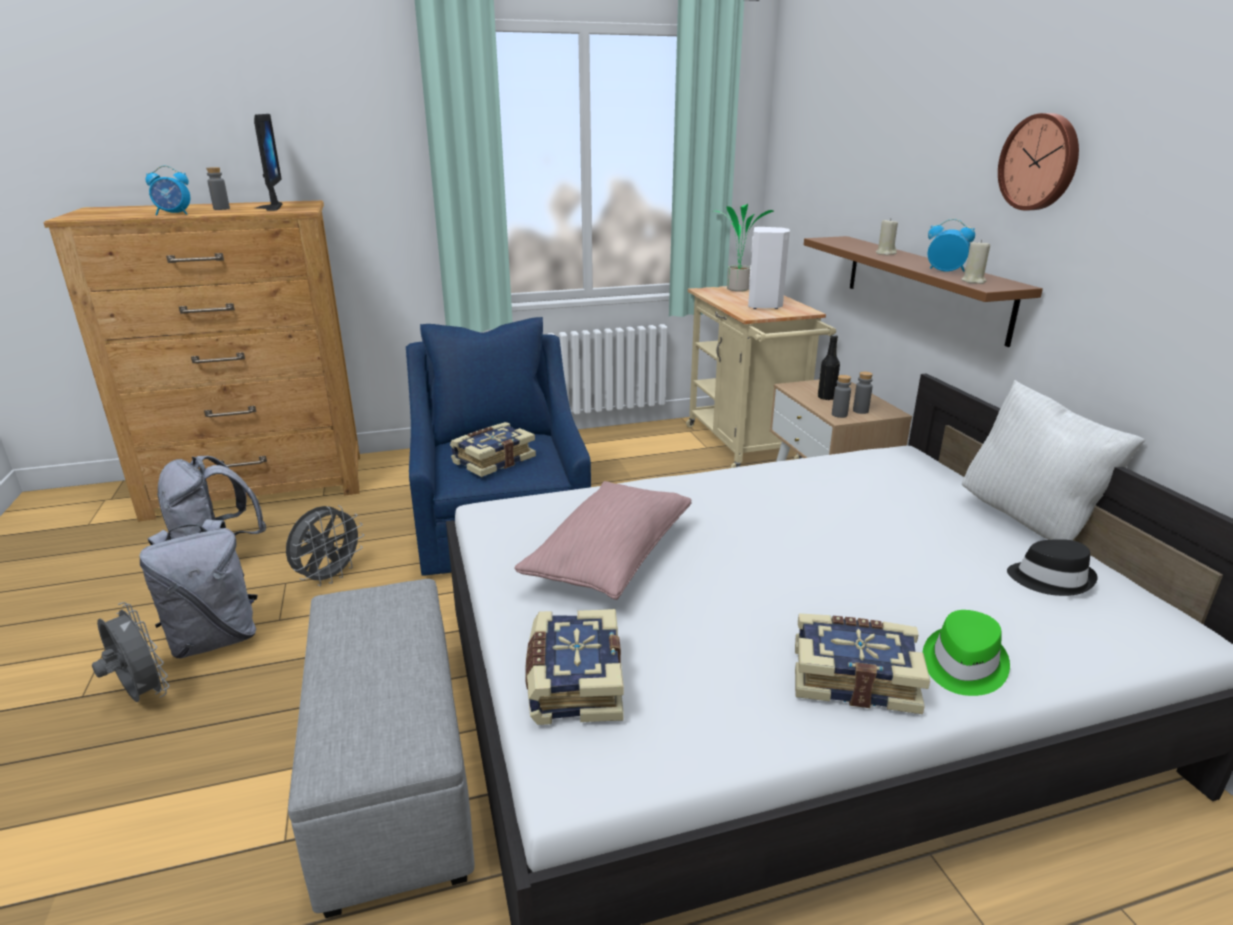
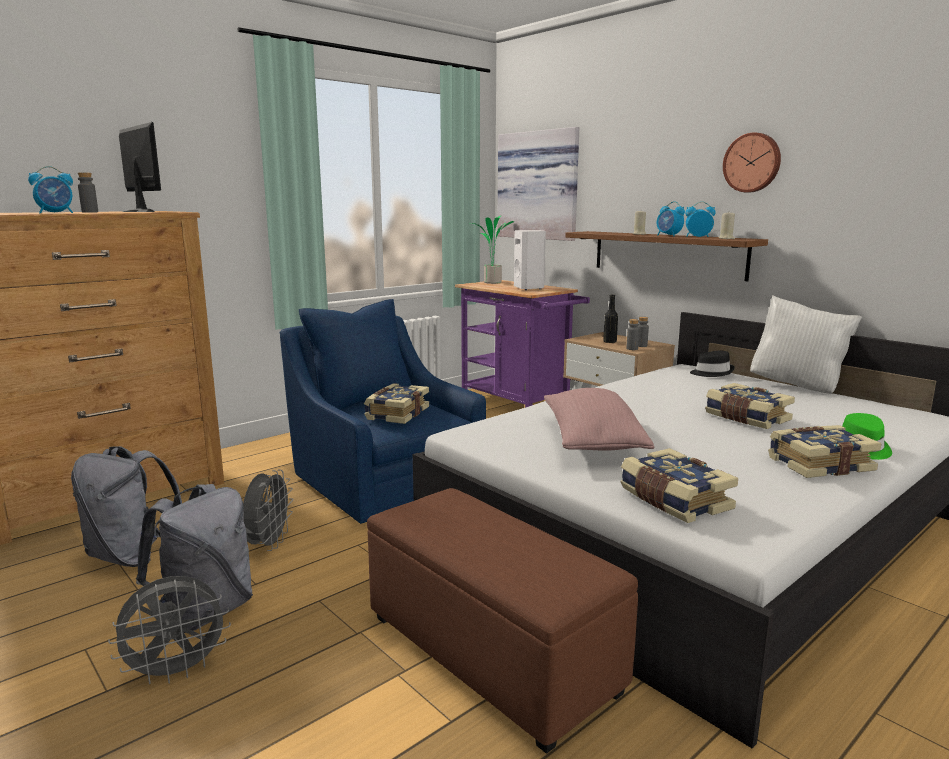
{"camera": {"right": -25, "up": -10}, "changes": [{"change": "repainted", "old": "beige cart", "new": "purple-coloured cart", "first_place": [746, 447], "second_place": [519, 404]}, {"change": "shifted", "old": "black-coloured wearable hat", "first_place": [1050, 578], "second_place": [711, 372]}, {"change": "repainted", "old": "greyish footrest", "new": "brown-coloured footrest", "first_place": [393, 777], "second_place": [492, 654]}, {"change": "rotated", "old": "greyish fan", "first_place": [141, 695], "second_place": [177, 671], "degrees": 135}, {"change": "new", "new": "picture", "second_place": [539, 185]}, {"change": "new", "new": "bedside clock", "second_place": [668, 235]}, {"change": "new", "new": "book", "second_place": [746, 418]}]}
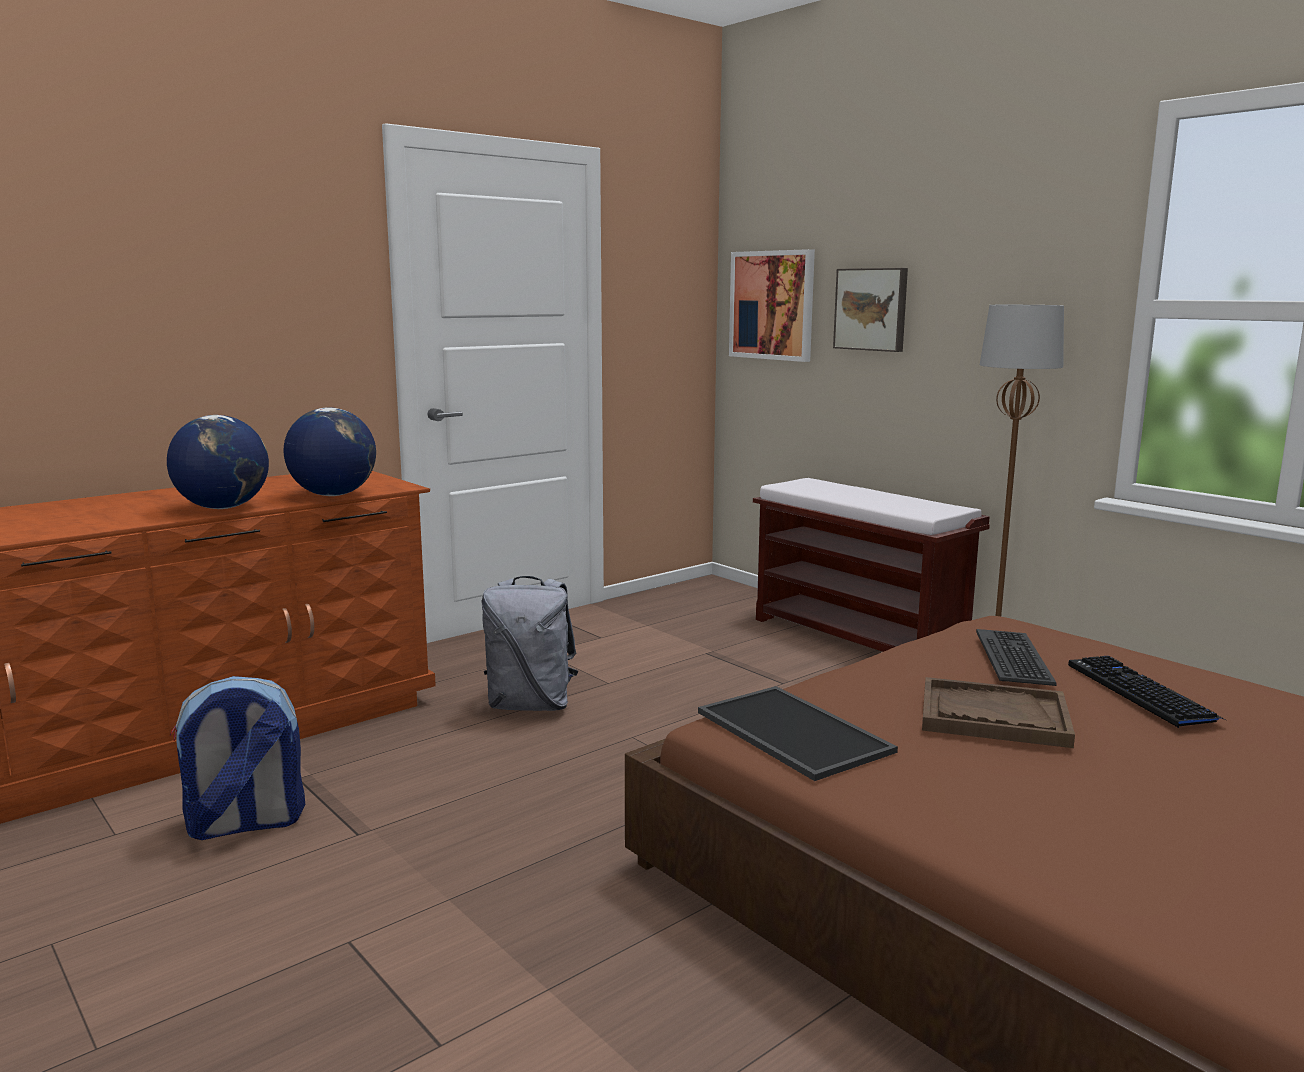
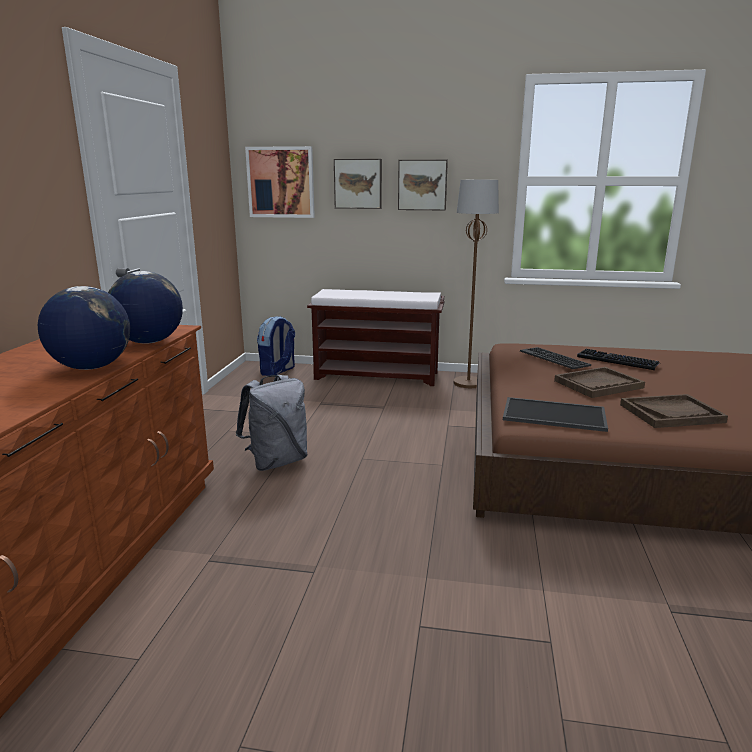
{"camera": {"right": -40, "up": 5}, "changes": [{"change": "shifted", "old": "rucksack", "first_place": [244, 824], "second_place": [278, 371]}, {"change": "new", "new": "picture", "second_place": [422, 185]}, {"change": "new", "new": "brown-coloured serving tray", "second_place": [671, 413]}]}
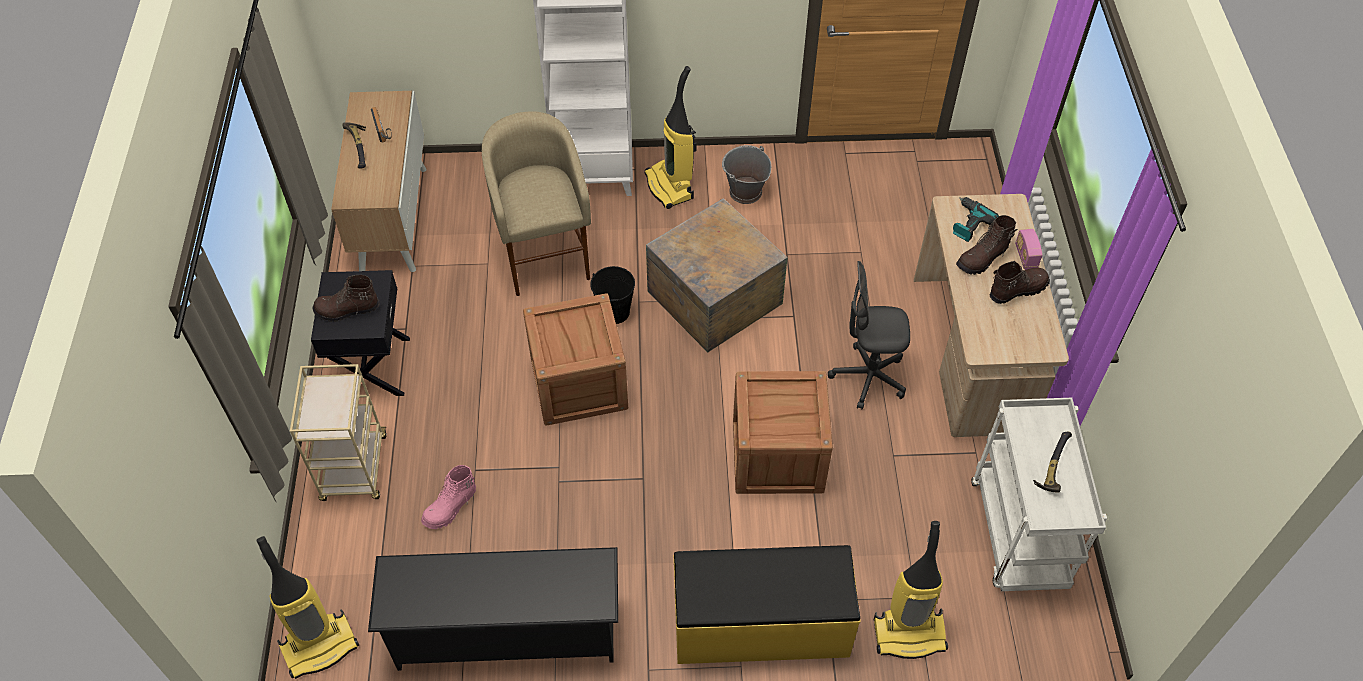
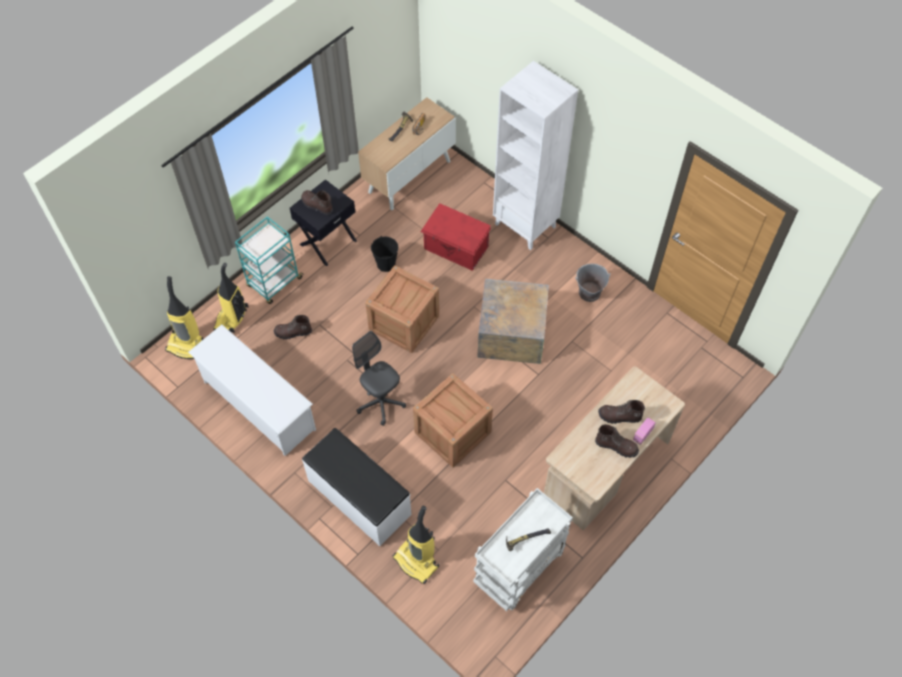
{"camera": {"right": 45, "up": 5}, "changes": [{"change": "shifted", "old": "vacuum", "first_place": [670, 186], "second_place": [232, 319]}, {"change": "swapped", "old": "beige stool", "new": "red-coloured storage box", "first_place": [544, 256], "second_place": [456, 248]}, {"change": "gone", "old": "electric drill", "first_place": [968, 223]}, {"change": "shifted", "old": "greyish desk chair", "first_place": [868, 377], "second_place": [380, 402]}, {"change": "shifted", "old": "black-coloured pail", "first_place": [614, 311], "second_place": [386, 264]}, {"change": "repainted", "old": "beige cart", "new": "blue-green cart", "first_place": [355, 469], "second_place": [274, 283]}, {"change": "repainted", "old": "pinkish tall boot", "new": "brown-coloured tall boot", "first_place": [451, 507], "second_place": [293, 333]}, {"change": "repainted", "old": "yellow-coloured indoor bench", "new": "white-coloured indoor bench", "first_place": [761, 626], "second_place": [358, 498]}, {"change": "repainted", "old": "black-coloured shoe shelf", "new": "white-coloured shoe shelf", "first_place": [507, 632], "second_place": [258, 405]}]}
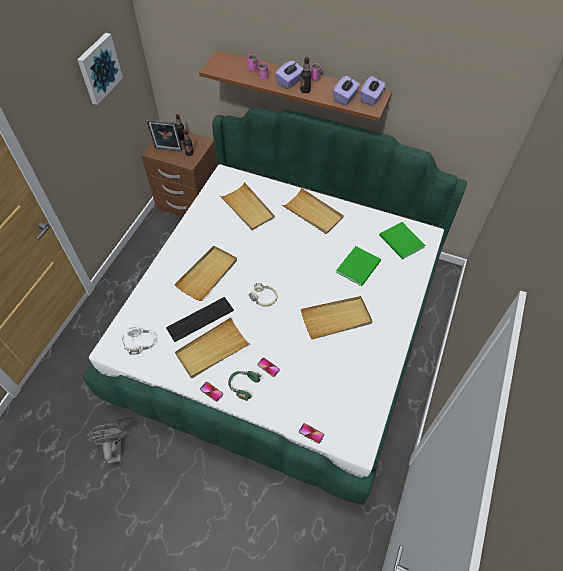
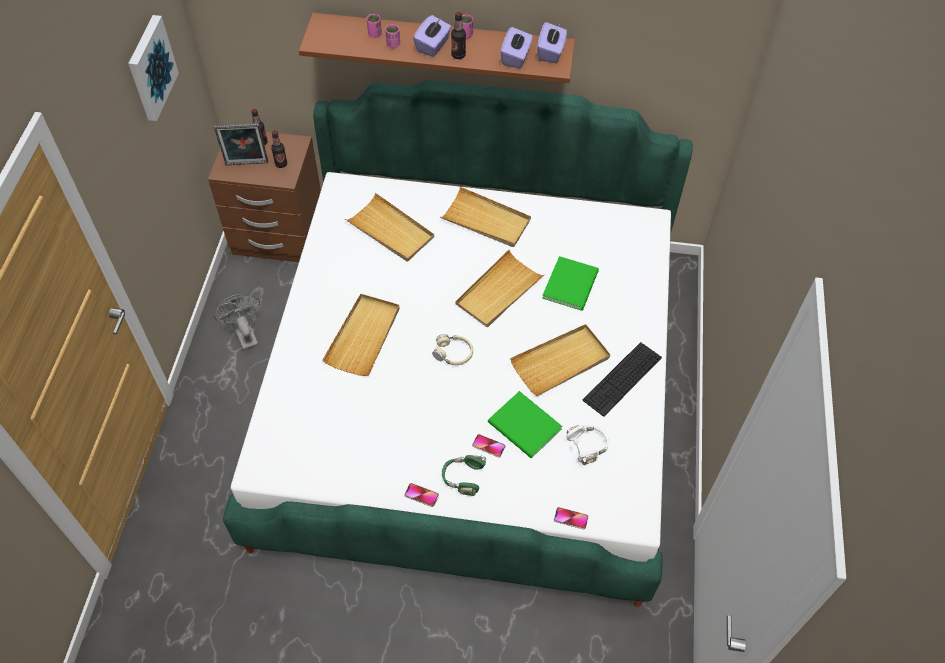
{"camera": {"right": -15, "up": 0}, "changes": [{"change": "shifted", "old": "greenish book", "first_place": [401, 242], "second_place": [525, 428]}, {"change": "shifted", "old": "PC keyboard", "first_place": [200, 319], "second_place": [622, 378]}, {"change": "shifted", "old": "beige serving tray", "first_place": [212, 349], "second_place": [498, 291]}, {"change": "shifted", "old": "white-coloured headphones", "first_place": [141, 343], "second_place": [587, 446]}, {"change": "shifted", "old": "greyish fan", "first_place": [114, 448], "second_place": [245, 335]}]}
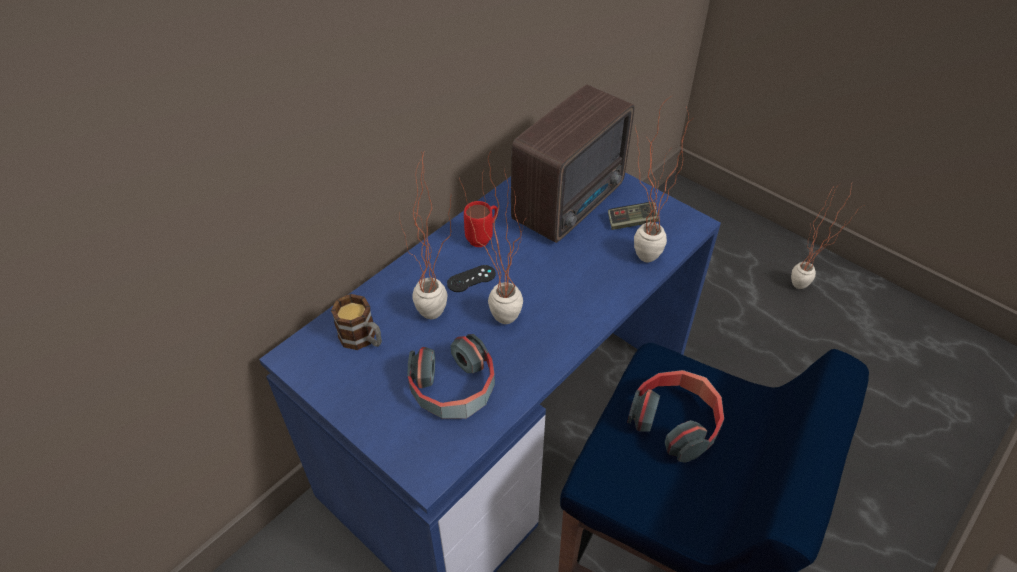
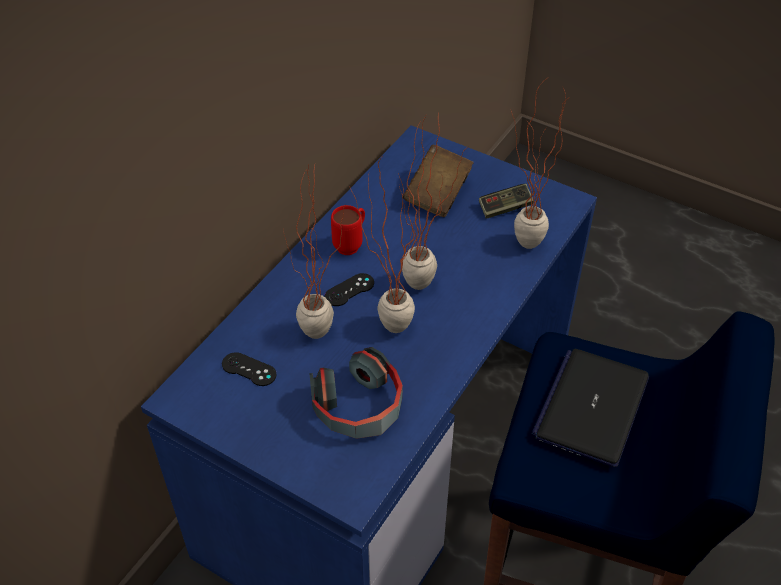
{"camera": {"right": -10, "up": 0}, "changes": [{"change": "swapped", "old": "radio", "new": "brown-coloured book", "first_place": [572, 202], "second_place": [437, 194]}, {"change": "shifted", "old": "houseplant", "first_place": [804, 289], "second_place": [427, 289]}, {"change": "swapped", "old": "coffee mug", "new": "black-coloured joypad", "first_place": [363, 339], "second_place": [249, 369]}, {"change": "swapped", "old": "headphones", "new": "portable computer", "first_place": [676, 421], "second_place": [591, 407]}]}
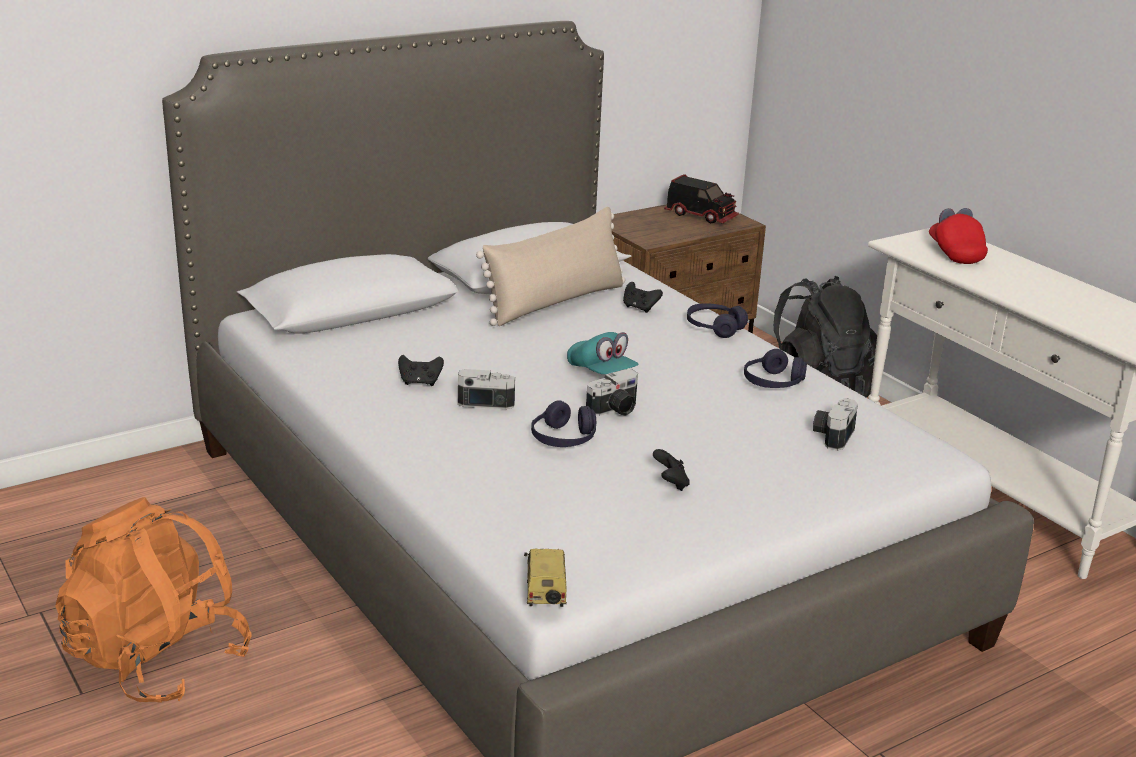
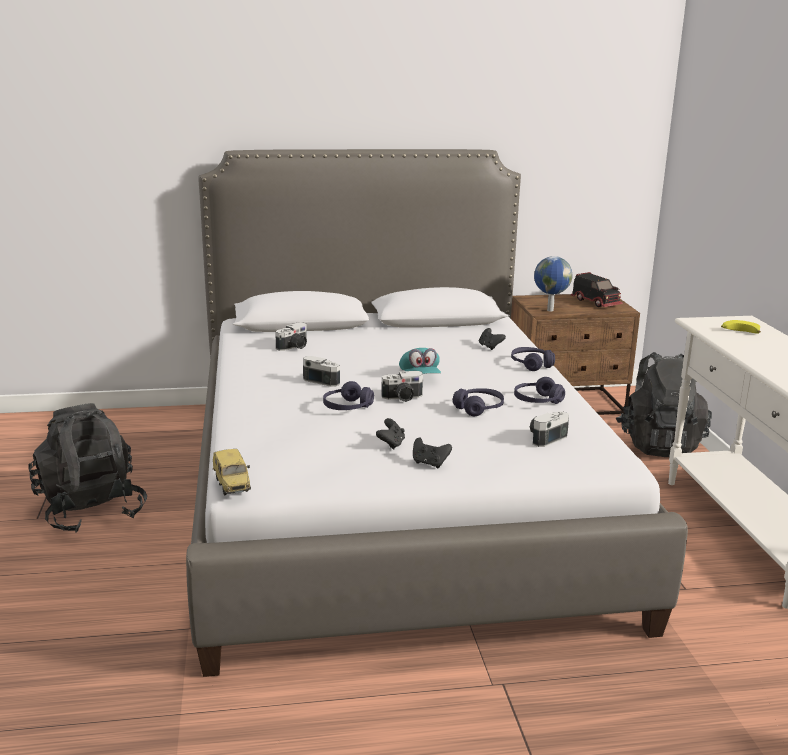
{"camera": {"right": 25, "up": -5}, "changes": [{"change": "gone", "old": "beige cushion", "first_place": [556, 302]}, {"change": "swapped", "old": "red-coloured cap", "new": "banana fruit", "first_place": [955, 253], "second_place": [739, 332]}, {"change": "shifted", "old": "black-coloured joypad", "first_place": [420, 382], "second_place": [429, 463]}, {"change": "repainted", "old": "orange rucksack", "new": "black-coloured rucksack", "first_place": [157, 660], "second_place": [91, 511]}, {"change": "rotated", "old": "miniature car", "first_place": [544, 592], "second_place": [233, 486], "degrees": 135}, {"change": "new", "new": "globe", "second_place": [549, 310]}, {"change": "new", "new": "still camera", "second_place": [294, 347]}, {"change": "new", "new": "purple-coloured headphones", "second_place": [478, 408]}]}
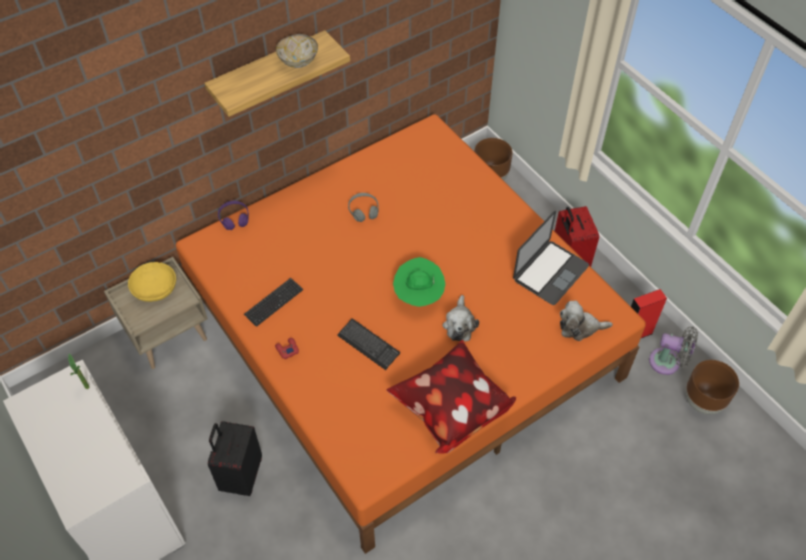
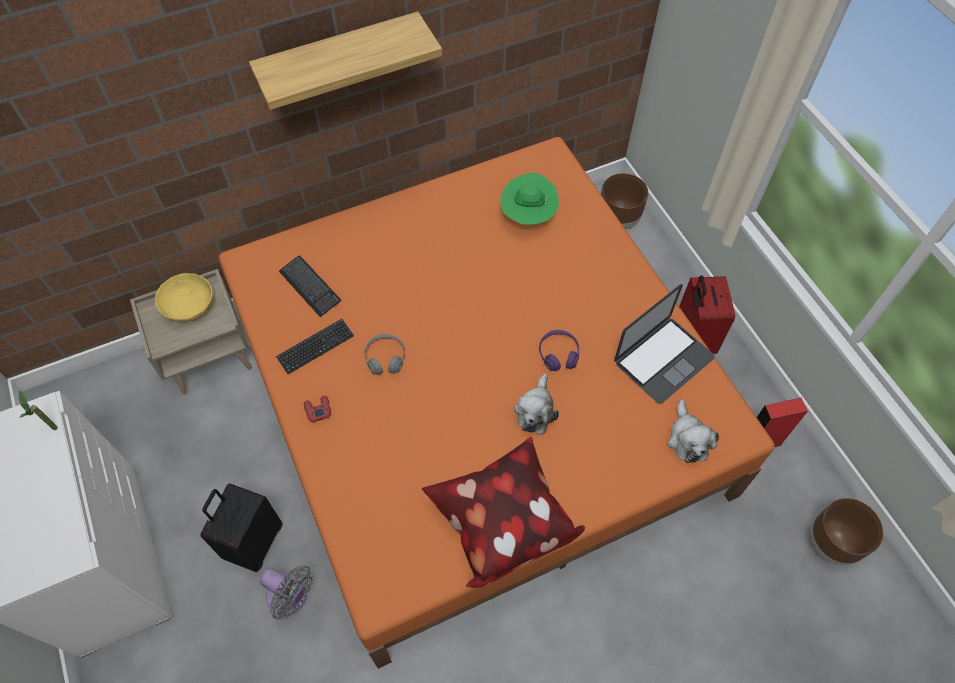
{"camera": {"right": 10, "up": 5}, "changes": [{"change": "gone", "old": "serving bowl", "first_place": [298, 61]}, {"change": "shifted", "old": "greyish headphones", "first_place": [363, 210], "second_place": [385, 358]}, {"change": "shifted", "old": "purple-coloured headphones", "first_place": [234, 218], "second_place": [558, 354]}, {"change": "shifted", "old": "greenish wearable hat", "first_place": [418, 295], "second_place": [528, 216]}, {"change": "rotated", "old": "cuddly toy", "first_place": [580, 327], "second_place": [688, 439], "degrees": -105}, {"change": "shifted", "old": "PC keyboard", "first_place": [368, 345], "second_place": [310, 287]}, {"change": "shifted", "old": "greyish fan", "first_place": [668, 362], "second_place": [290, 597]}]}
